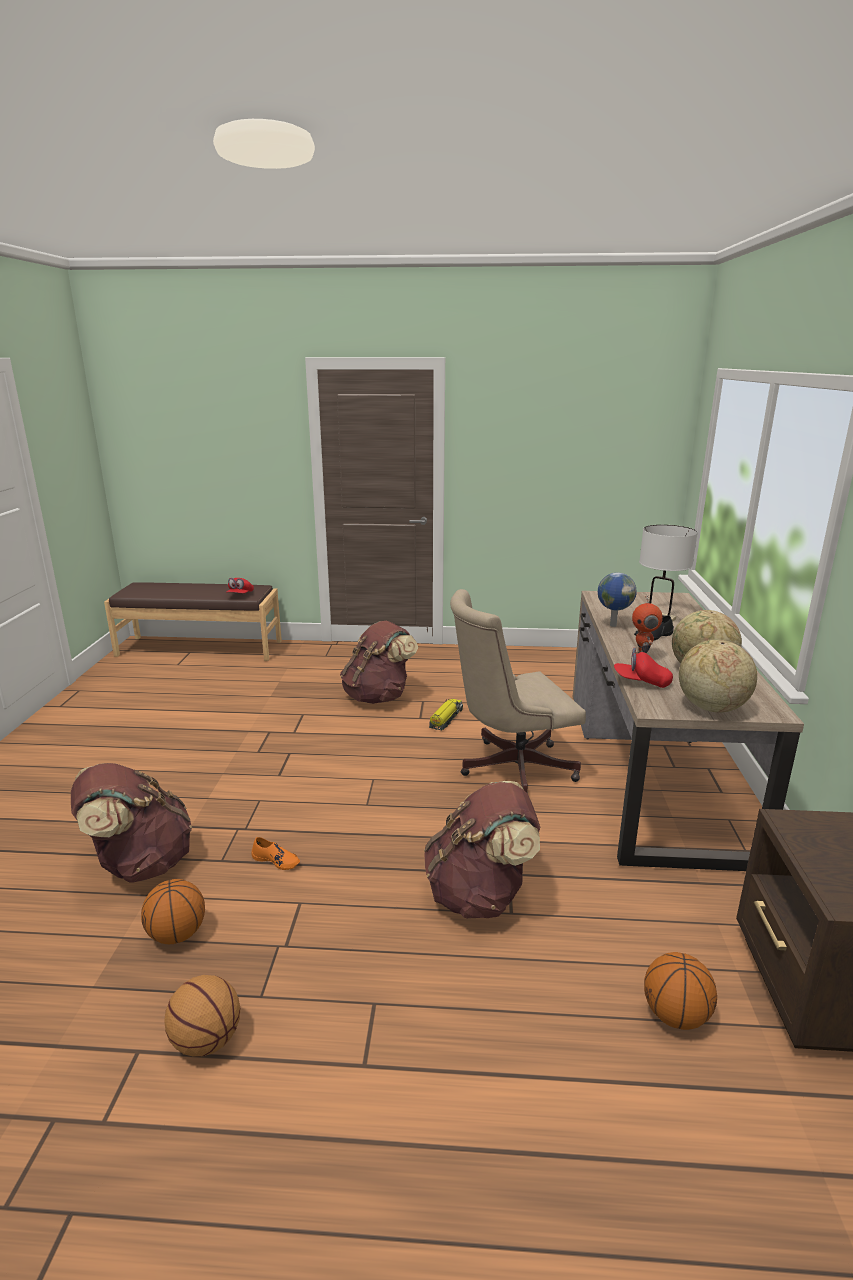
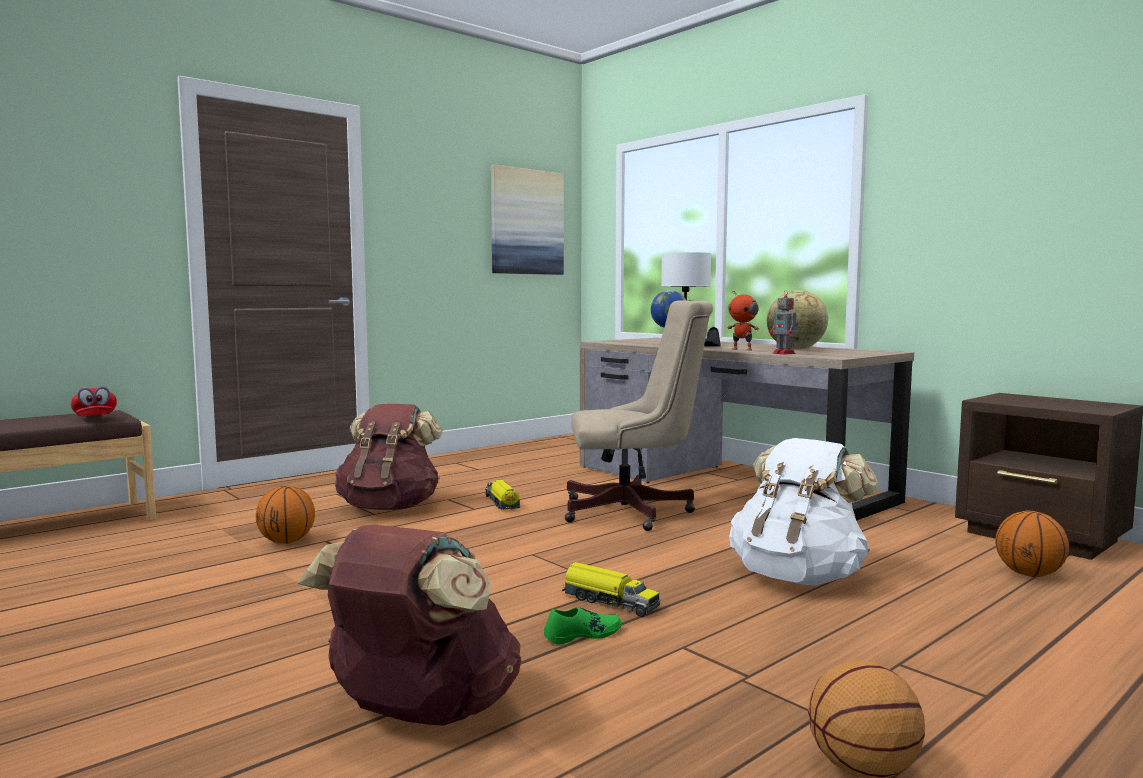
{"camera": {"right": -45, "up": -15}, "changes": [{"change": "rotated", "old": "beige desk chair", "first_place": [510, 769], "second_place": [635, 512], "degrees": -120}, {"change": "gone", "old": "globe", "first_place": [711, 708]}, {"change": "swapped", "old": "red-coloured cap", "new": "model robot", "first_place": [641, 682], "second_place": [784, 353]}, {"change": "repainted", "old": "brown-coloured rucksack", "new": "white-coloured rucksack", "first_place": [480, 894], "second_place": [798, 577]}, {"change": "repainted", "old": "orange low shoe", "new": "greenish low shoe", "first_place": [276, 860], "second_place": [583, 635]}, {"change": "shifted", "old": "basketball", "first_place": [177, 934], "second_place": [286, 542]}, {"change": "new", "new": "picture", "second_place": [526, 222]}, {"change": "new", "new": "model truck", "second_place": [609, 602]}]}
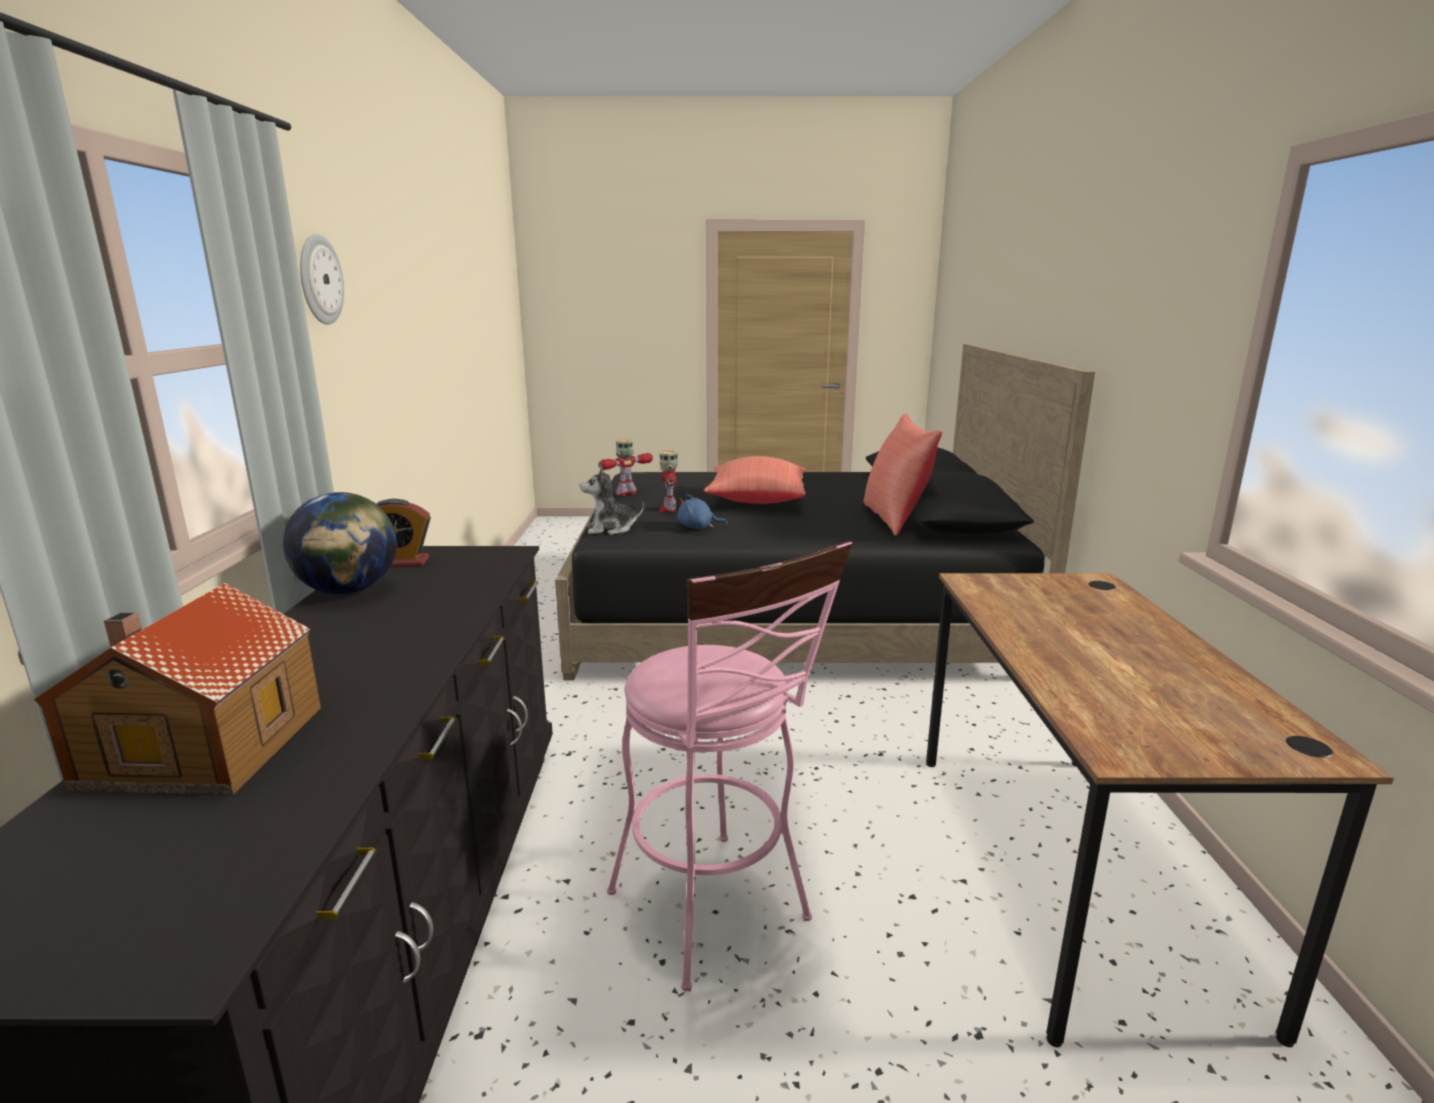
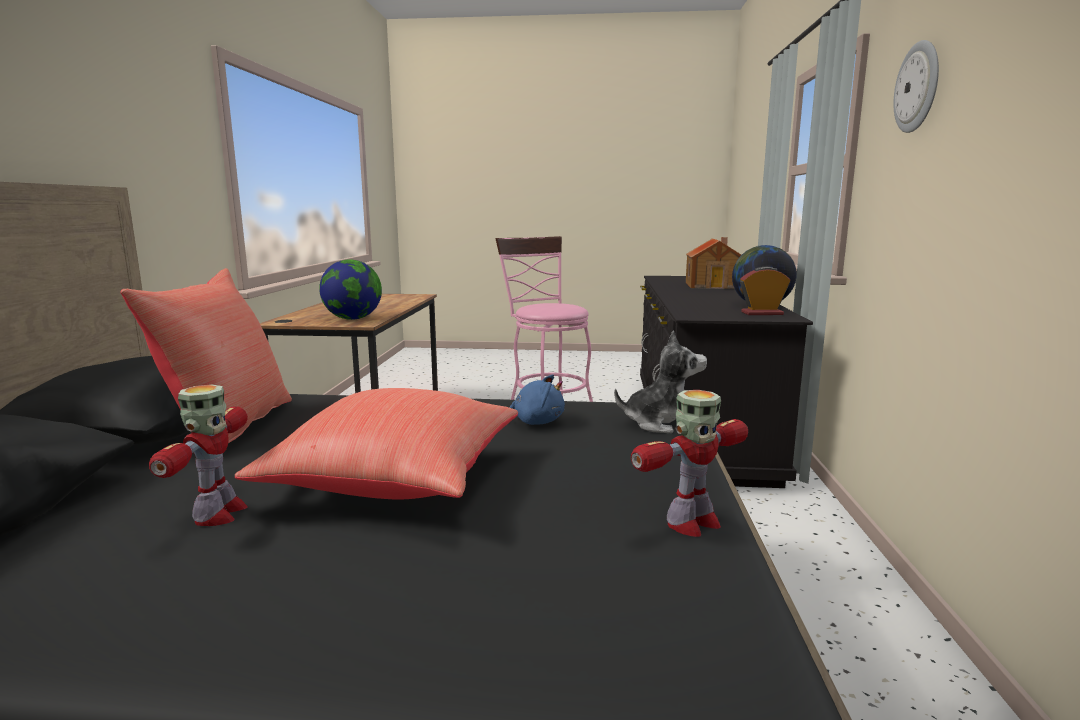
{"camera": {"right": -175, "up": -5}, "changes": [{"change": "shifted", "old": "model robot", "first_place": [668, 509], "second_place": [218, 514]}, {"change": "new", "new": "globe", "second_place": [353, 319]}]}
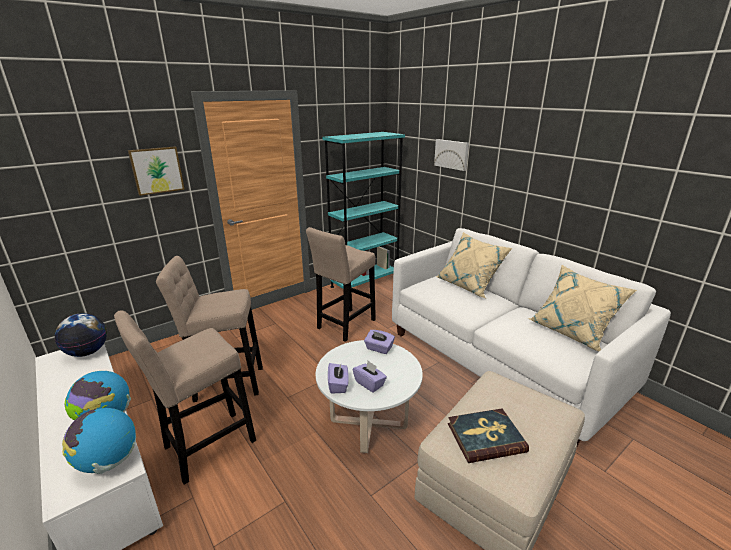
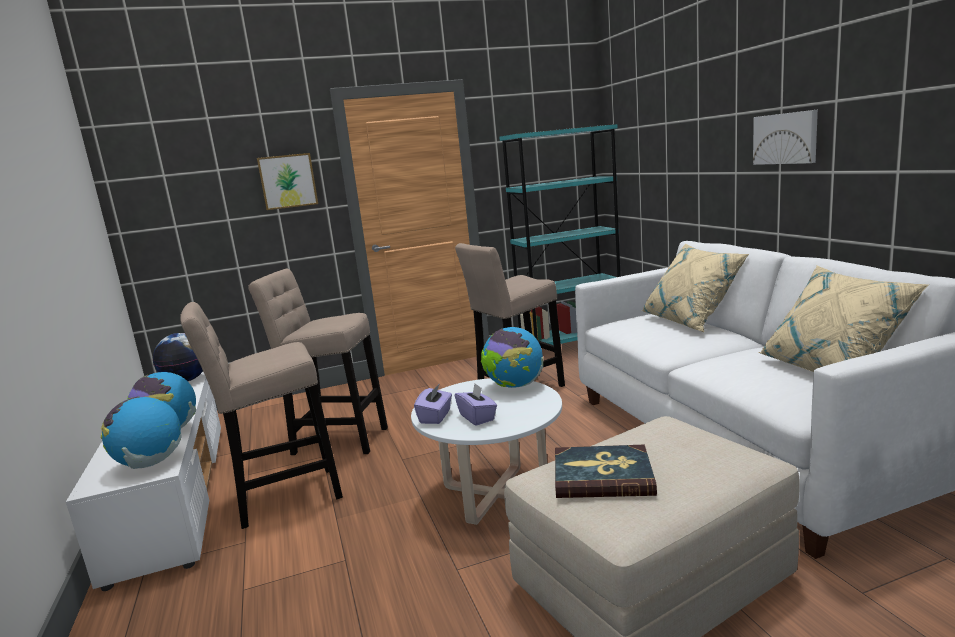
{"camera": {"right": 20, "up": -10}, "changes": [{"change": "shifted", "old": "picture", "first_place": [452, 154], "second_place": [786, 138]}, {"change": "swapped", "old": "purple-coloured box of tissues", "new": "globe", "first_place": [379, 348], "second_place": [514, 386]}]}
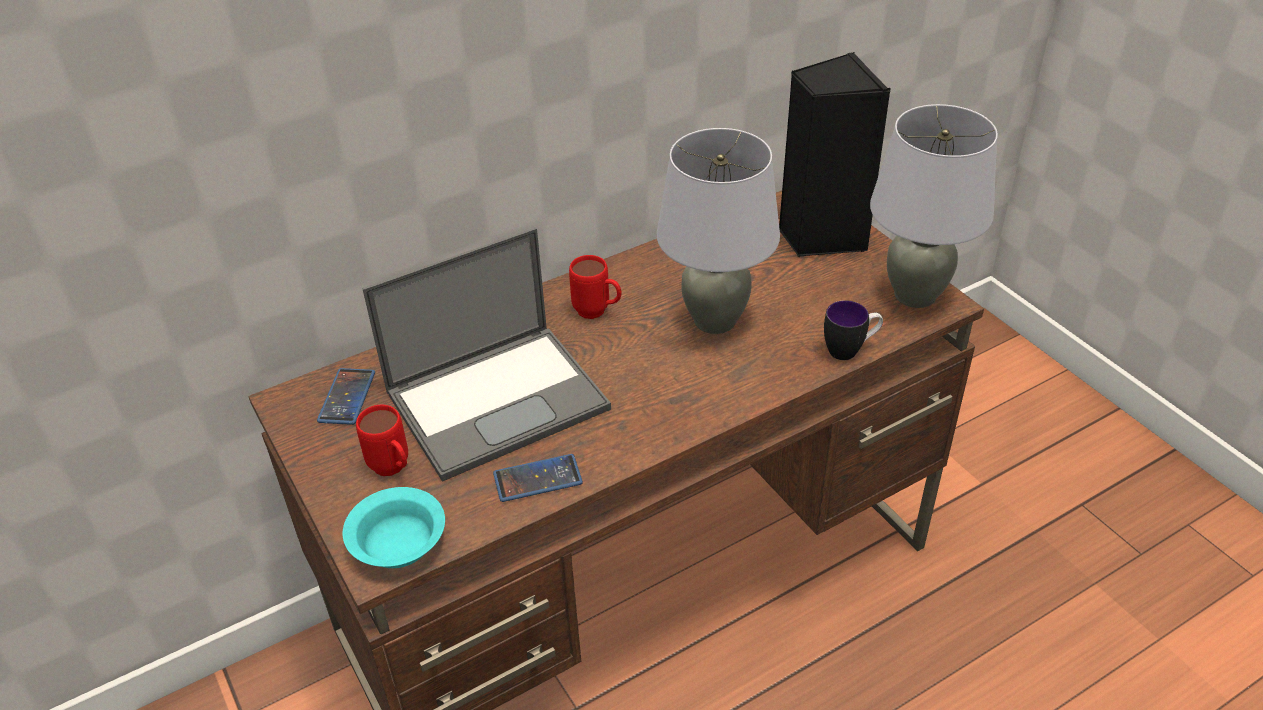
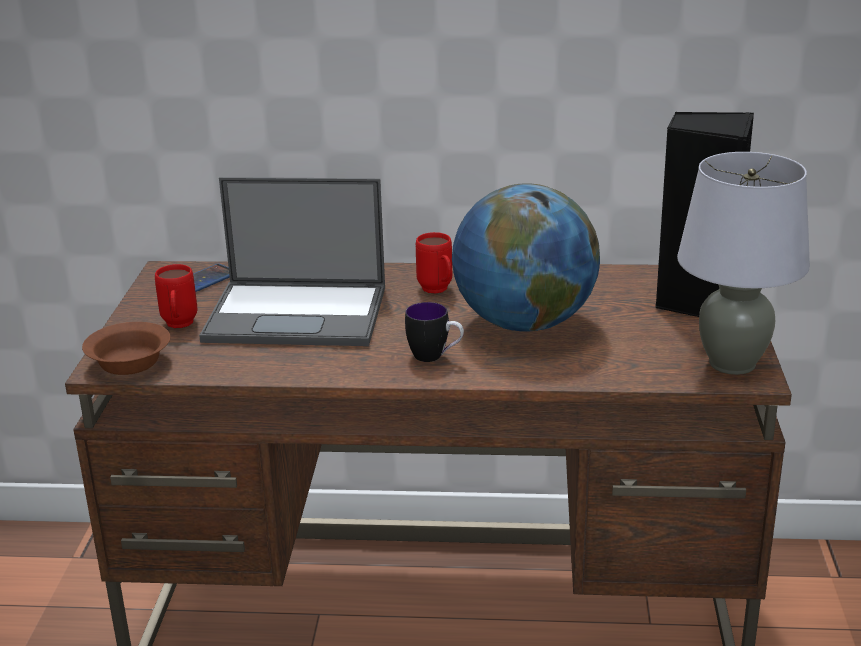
{"camera": {"right": 35, "up": -15}, "changes": [{"change": "swapped", "old": "greyish lamp for a table", "new": "globe", "first_place": [714, 320], "second_place": [524, 323]}, {"change": "shifted", "old": "coffee mug", "first_place": [850, 350], "second_place": [435, 357]}, {"change": "gone", "old": "phone", "first_place": [537, 479]}, {"change": "repainted", "old": "blue-green serving bowl", "new": "brown-coloured serving bowl", "first_place": [399, 542], "second_place": [131, 362]}]}
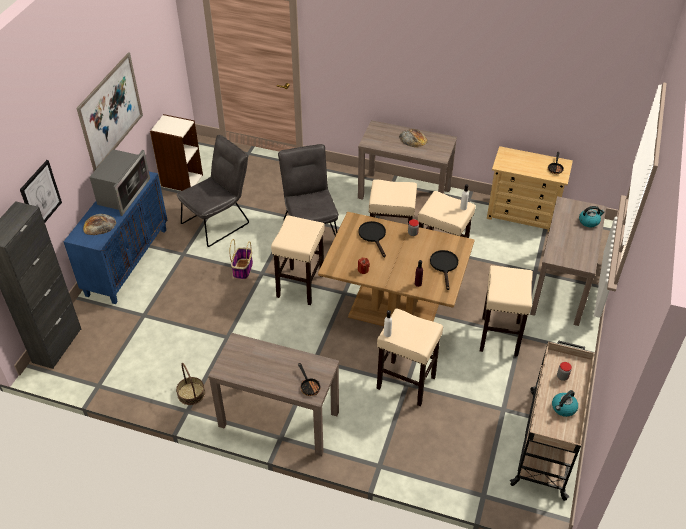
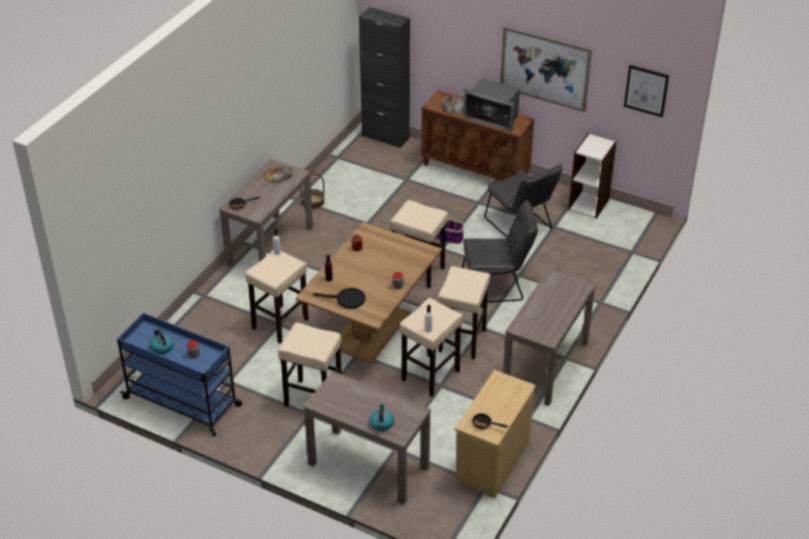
{"camera": {"right": 100, "up": -5}, "changes": [{"change": "shifted", "old": "bakery bread", "first_place": [413, 138], "second_place": [278, 174]}, {"change": "shifted", "old": "picture", "first_place": [40, 196], "second_place": [646, 90]}, {"change": "repainted", "old": "blue cupboard", "new": "brown-coloured cupboard", "first_place": [127, 261], "second_place": [475, 170]}, {"change": "gone", "old": "black-coloured frying pan", "first_place": [373, 236]}, {"change": "repainted", "old": "beige cart", "new": "blue cart", "first_place": [547, 441], "second_place": [183, 402]}]}
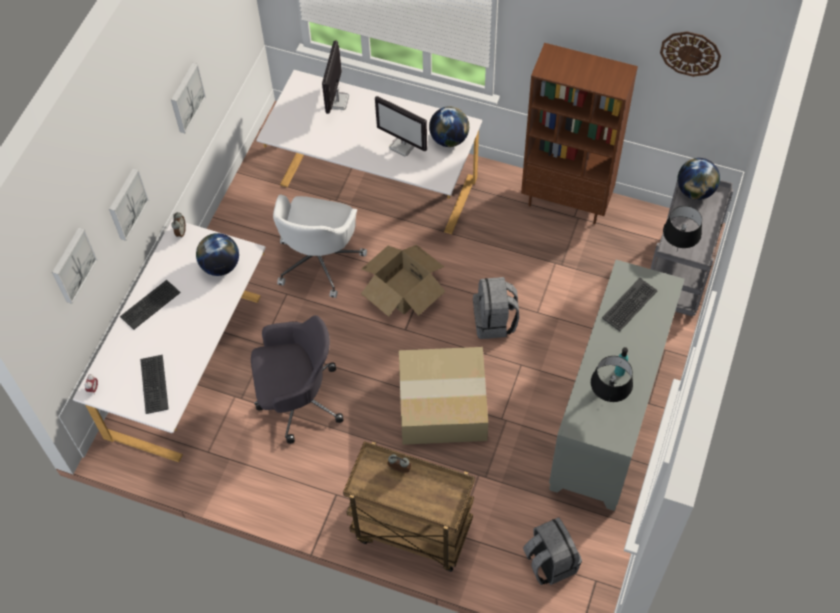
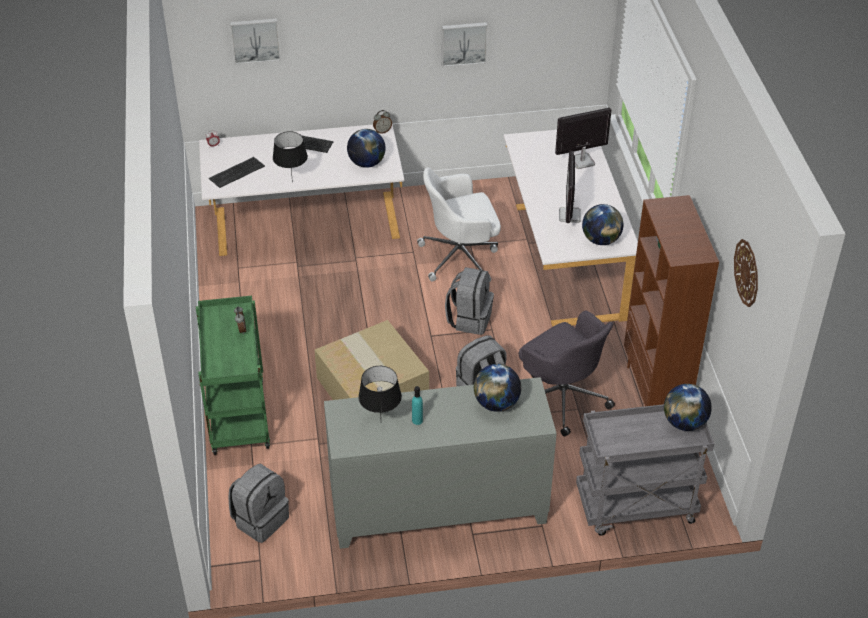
{"camera": {"right": 60, "up": -15}, "changes": [{"change": "gone", "old": "picture", "first_place": [126, 203]}, {"change": "shifted", "old": "black-coloured lamp for a table", "first_place": [677, 251], "second_place": [292, 182]}, {"change": "swapped", "old": "carton", "new": "greyish rucksack", "first_place": [403, 290], "second_place": [469, 319]}, {"change": "swapped", "old": "PC keyboard", "new": "globe", "first_place": [630, 305], "second_place": [496, 403]}, {"change": "shifted", "old": "greyish desk chair", "first_place": [297, 399], "second_place": [562, 397]}, {"change": "repainted", "old": "brown-coloured cart", "new": "greenish cart", "first_place": [410, 531], "second_place": [237, 414]}]}
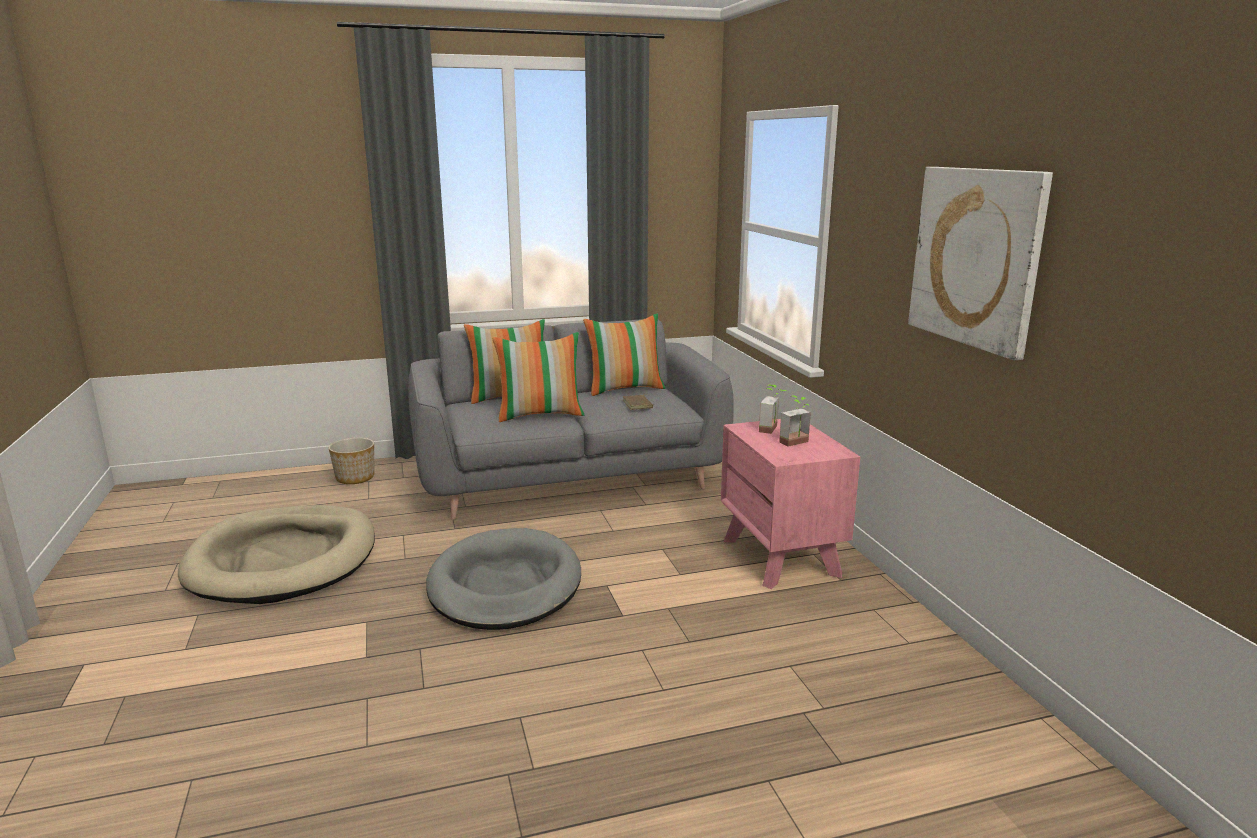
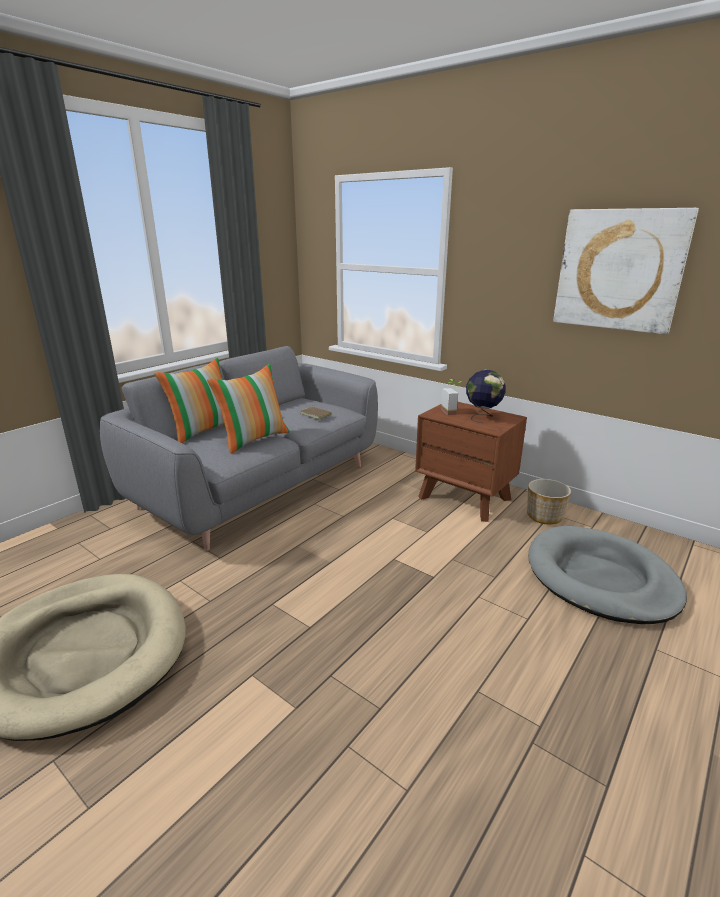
{"camera": {"right": -35, "up": 5}, "changes": [{"change": "gone", "old": "cushion", "first_place": [625, 389]}, {"change": "swapped", "old": "houseplant", "new": "globe", "first_place": [797, 443], "second_place": [482, 417]}, {"change": "repainted", "old": "pinkish bedside table", "new": "brown-coloured bedside table", "first_place": [781, 557], "second_place": [465, 498]}, {"change": "shifted", "old": "flower pot", "first_place": [356, 478], "second_place": [545, 516]}, {"change": "shifted", "old": "greyish pet bed", "first_place": [505, 585], "second_place": [600, 578]}]}
